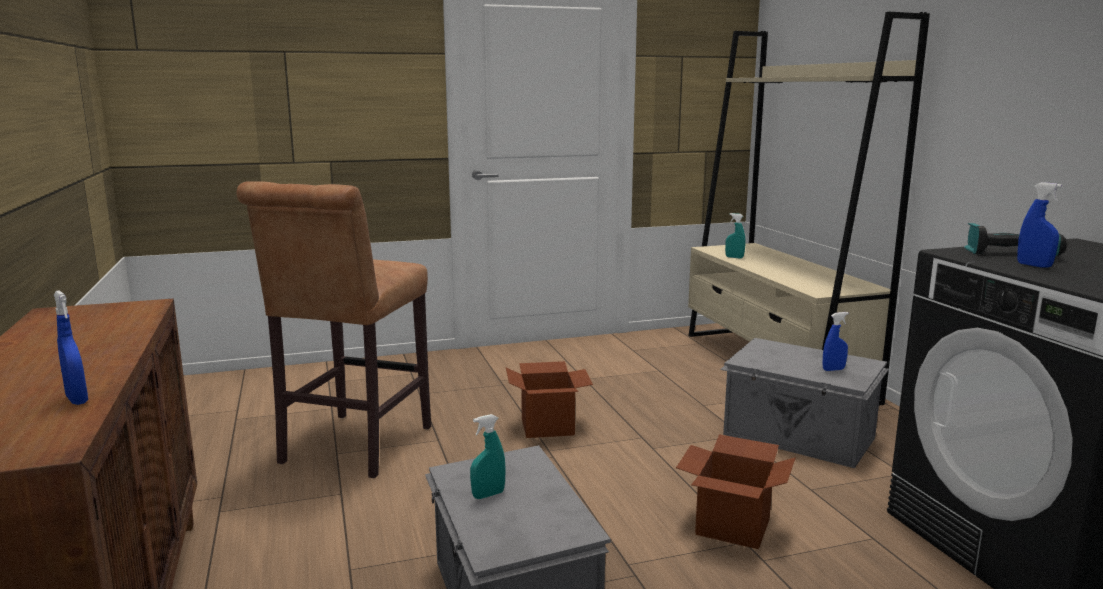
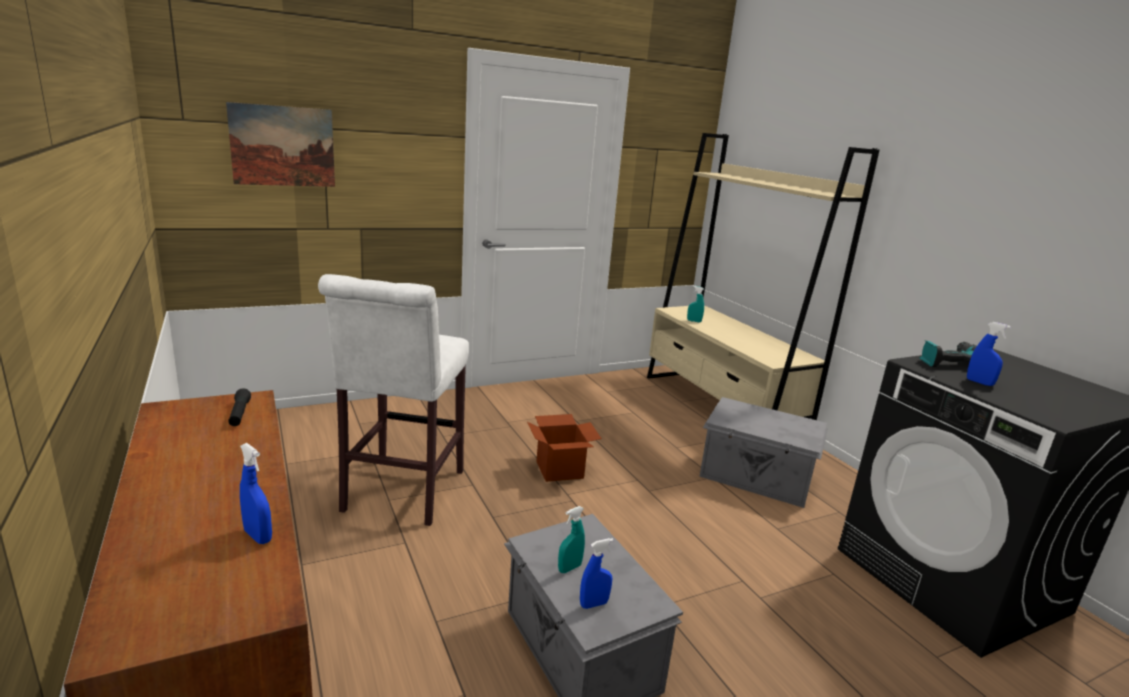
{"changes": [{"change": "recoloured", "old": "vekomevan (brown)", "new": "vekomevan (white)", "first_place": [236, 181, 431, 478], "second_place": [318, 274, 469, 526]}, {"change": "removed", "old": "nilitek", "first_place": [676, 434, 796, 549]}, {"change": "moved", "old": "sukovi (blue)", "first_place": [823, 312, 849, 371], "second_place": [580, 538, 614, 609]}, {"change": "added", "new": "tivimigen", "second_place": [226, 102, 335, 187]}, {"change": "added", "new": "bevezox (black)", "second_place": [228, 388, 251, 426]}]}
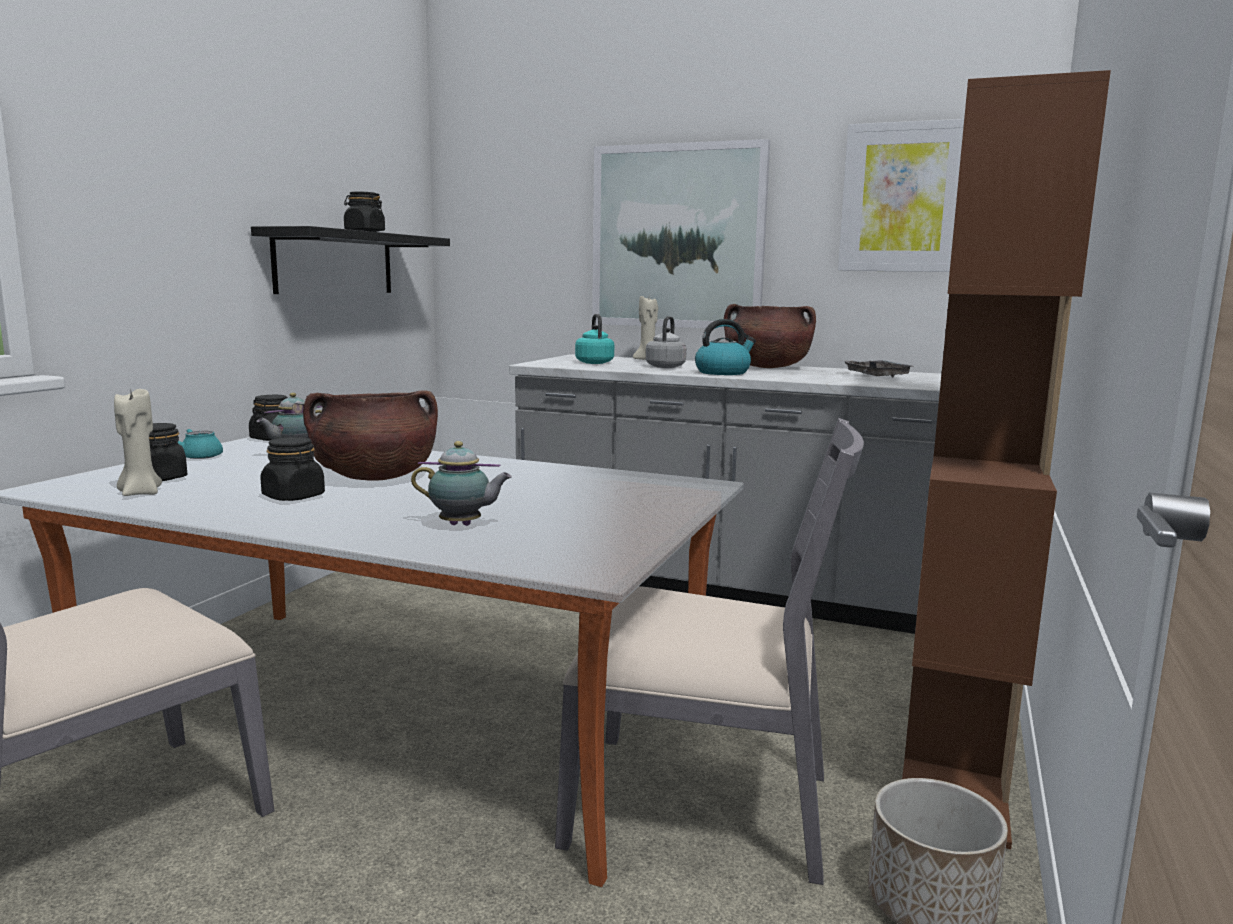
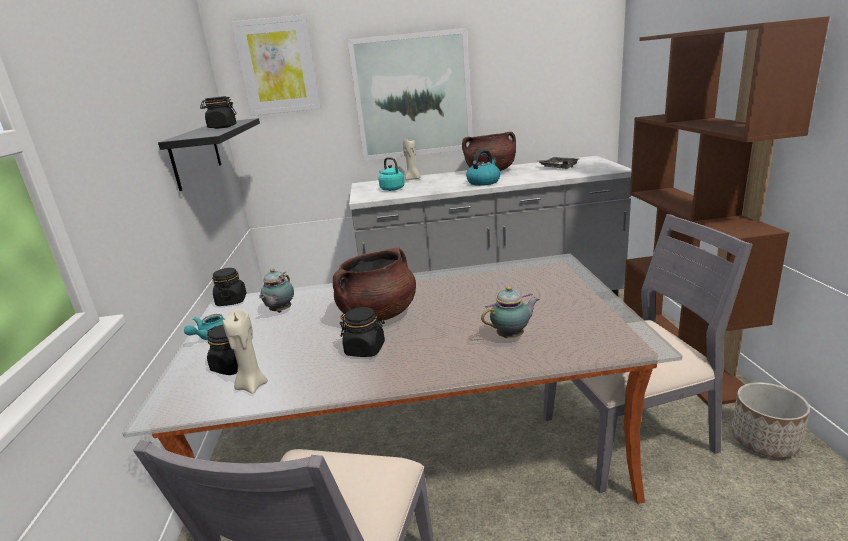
{"changes": [{"change": "removed", "old": "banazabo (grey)", "first_place": [646, 316, 686, 368]}, {"change": "moved", "old": "tivimigen", "first_place": [838, 119, 964, 272], "second_place": [231, 15, 321, 116]}]}
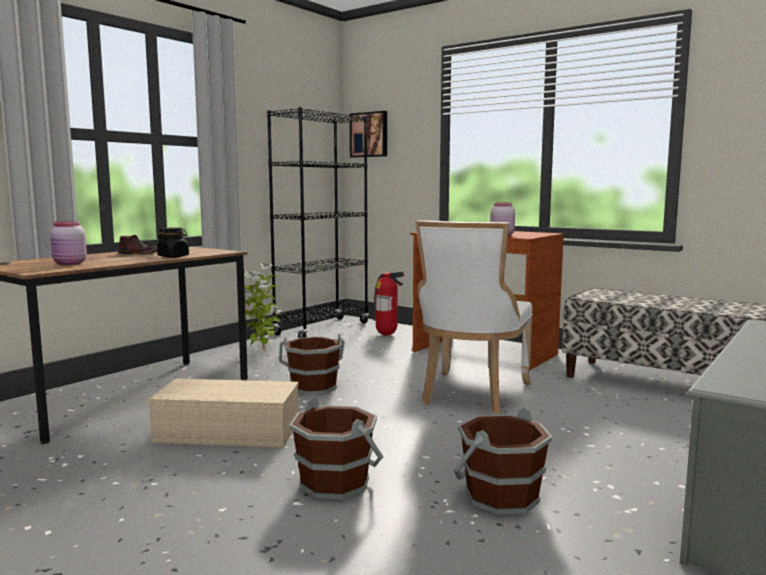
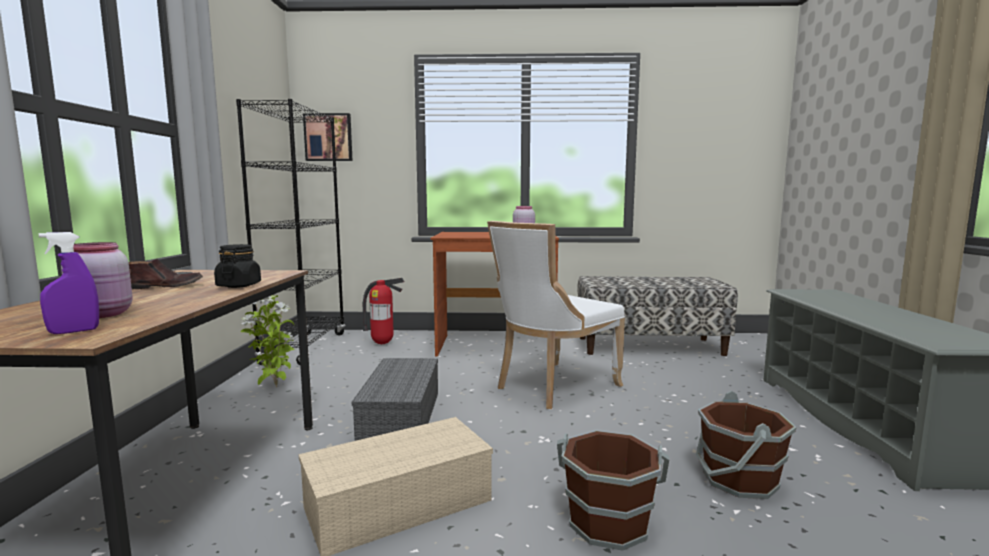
{"changes": [{"change": "replaced", "old": "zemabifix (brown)", "new": "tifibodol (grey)", "first_place": [279, 334, 345, 395], "second_place": [352, 358, 438, 441]}, {"change": "turned", "old": "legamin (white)", "first_place": [415, 220, 533, 414], "second_place": [487, 221, 625, 409], "degrees": 60}, {"change": "added", "new": "sukovi (purple)", "second_place": [39, 232, 99, 334]}]}
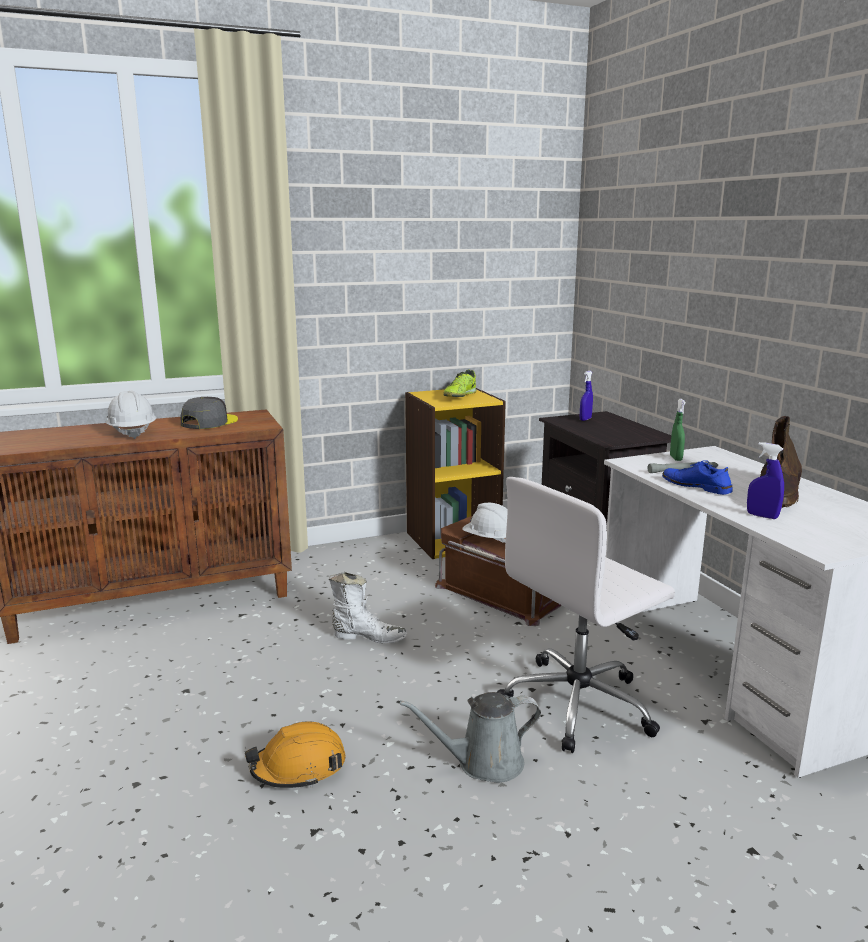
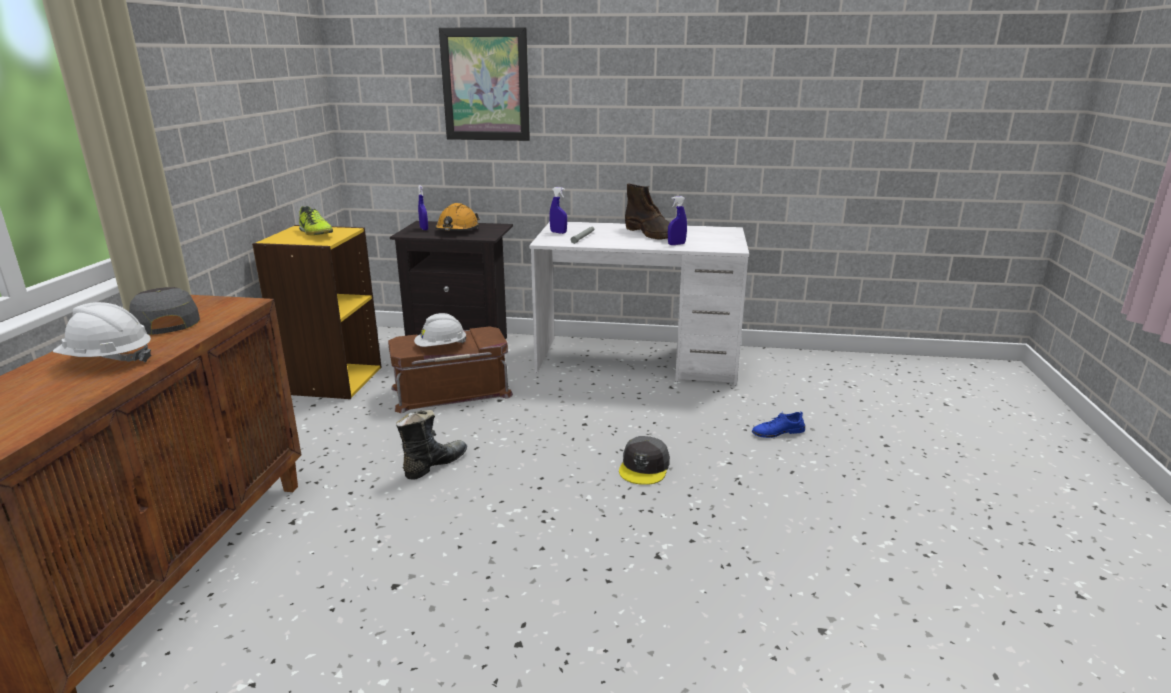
{"changes": [{"change": "moved", "old": "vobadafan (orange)", "first_place": [245, 721, 346, 788], "second_place": [435, 203, 480, 231]}, {"change": "recoloured", "old": "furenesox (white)", "new": "furenesox (black)", "first_place": [329, 572, 407, 643], "second_place": [396, 410, 467, 479]}, {"change": "replaced", "old": "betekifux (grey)", "new": "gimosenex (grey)", "first_place": [400, 692, 541, 783], "second_place": [619, 436, 670, 485]}, {"change": "removed", "old": "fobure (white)", "first_place": [496, 477, 675, 753]}, {"change": "moved", "old": "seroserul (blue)", "first_place": [662, 460, 732, 495], "second_place": [752, 412, 805, 438]}, {"change": "recoloured", "old": "sukovi (green)", "new": "sukovi (blue)", "first_place": [670, 399, 686, 461], "second_place": [549, 187, 567, 234]}, {"change": "added", "new": "tivimigen", "second_place": [439, 27, 530, 141]}]}
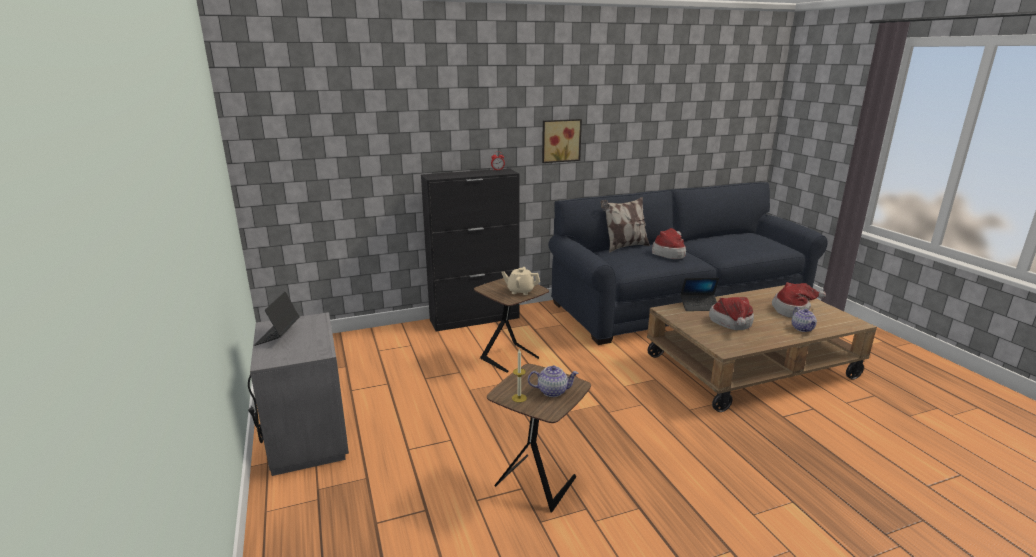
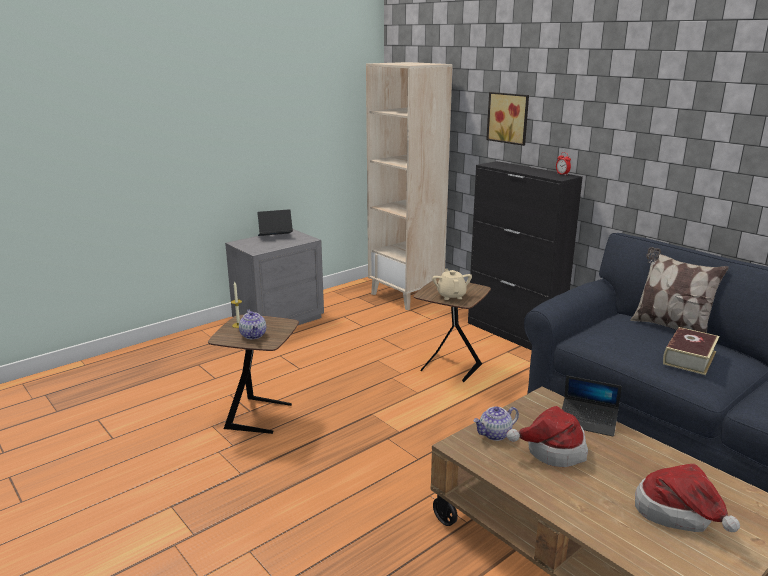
{"changes": [{"change": "moved", "old": "tivimigen", "first_place": [542, 119, 582, 163], "second_place": [486, 92, 529, 146]}, {"change": "replaced", "old": "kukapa", "new": "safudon", "first_place": [652, 228, 686, 259], "second_place": [663, 327, 719, 375]}, {"change": "turned", "old": "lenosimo", "first_place": [680, 278, 719, 311], "second_place": [562, 376, 622, 437], "degrees": -45}, {"change": "moved", "old": "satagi", "first_place": [792, 307, 817, 332], "second_place": [473, 406, 519, 441]}, {"change": "added", "new": "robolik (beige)", "second_place": [366, 62, 453, 310]}]}
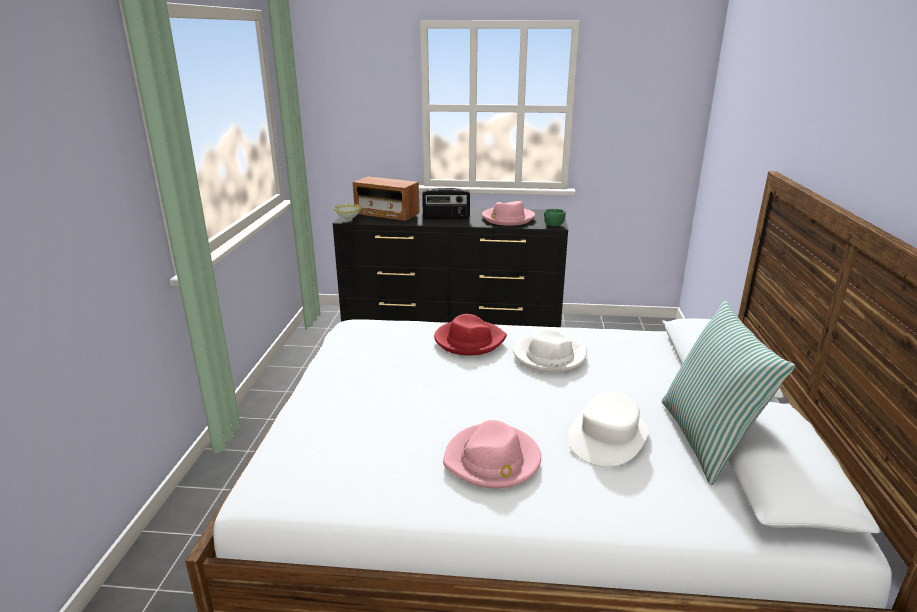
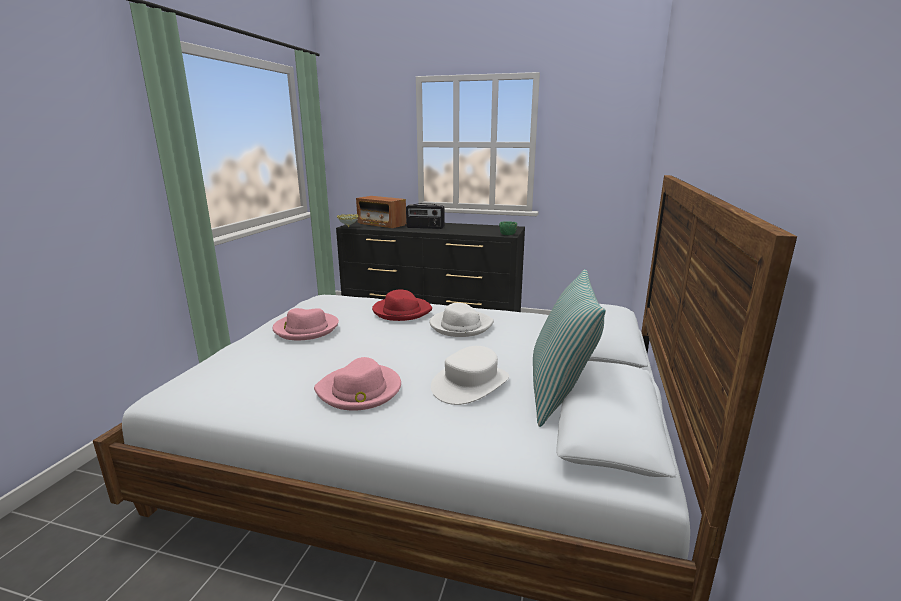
{"changes": [{"change": "moved", "old": "kukapa (pink)", "first_place": [482, 201, 535, 226], "second_place": [272, 308, 339, 340]}]}
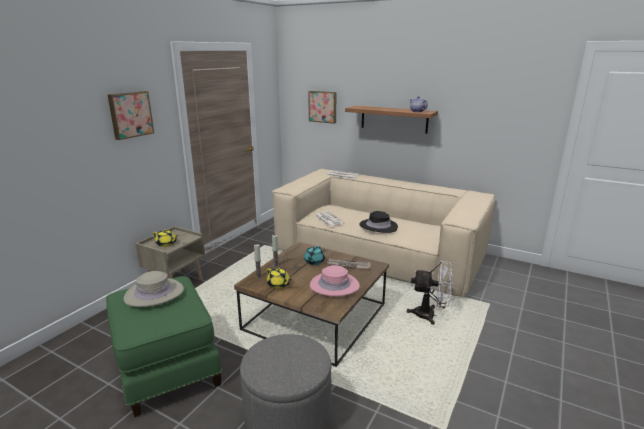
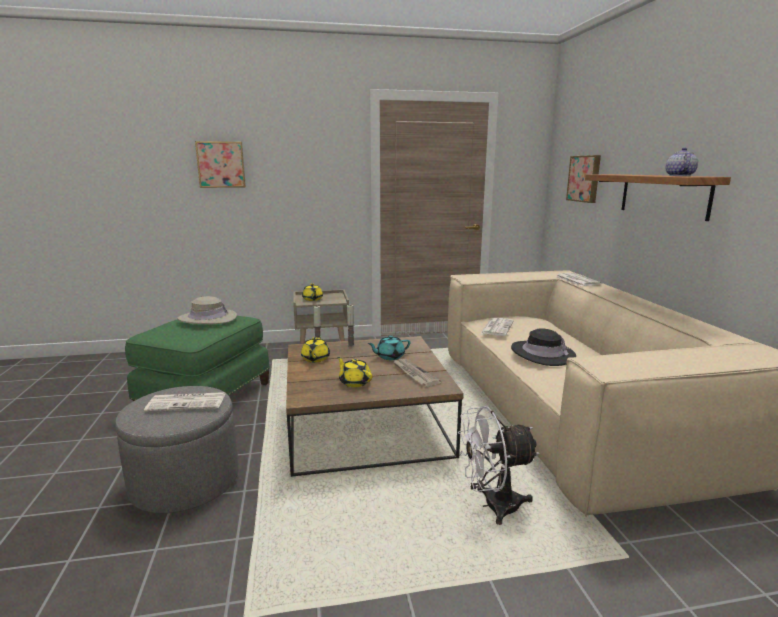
{"changes": [{"change": "moved", "old": "tivimigen", "first_place": [108, 91, 154, 140], "second_place": [195, 141, 246, 188]}, {"change": "replaced", "old": "kukapa (pink)", "new": "satagi (yellow)", "first_place": [310, 265, 360, 296], "second_place": [337, 357, 372, 387]}, {"change": "turned", "old": "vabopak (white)", "first_place": [407, 260, 453, 325], "second_place": [458, 406, 539, 525], "degrees": 105}, {"change": "added", "new": "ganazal", "second_place": [144, 392, 225, 412]}]}
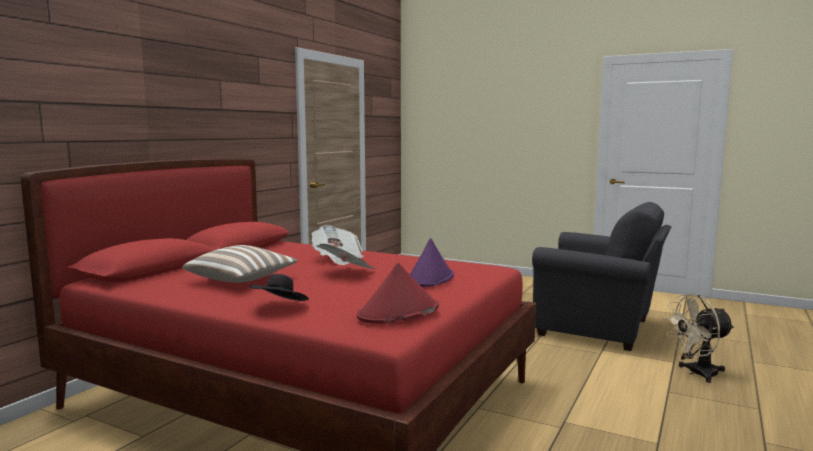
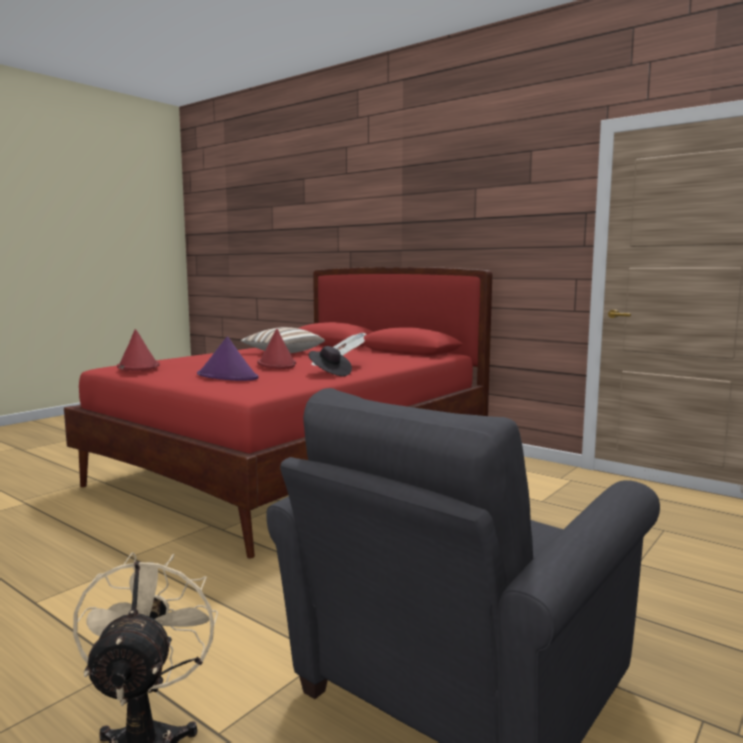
{"changes": [{"change": "moved", "old": "kukapa (black)", "first_place": [250, 274, 309, 301], "second_place": [309, 346, 352, 376]}, {"change": "replaced", "old": "ganazal", "new": "kukapa (red)", "first_place": [317, 244, 377, 269], "second_place": [257, 329, 296, 369]}]}
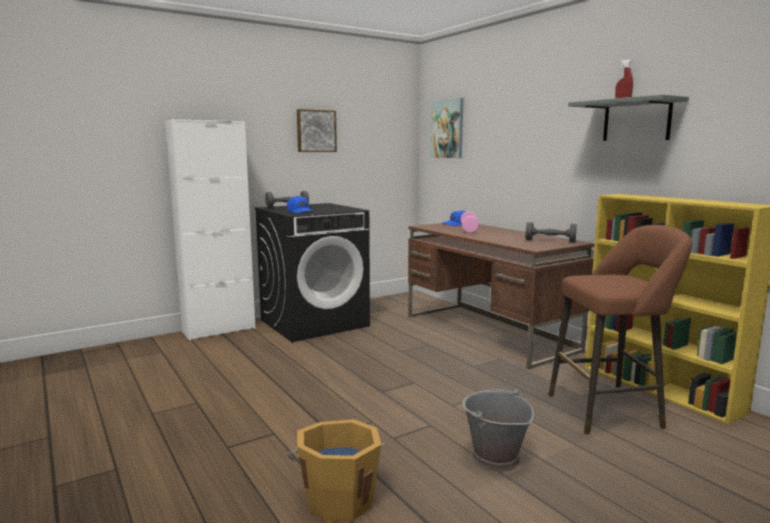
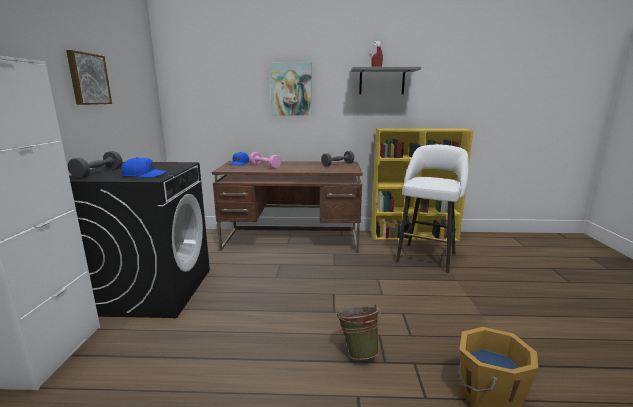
{"changes": [{"change": "moved", "old": "tivimigen", "first_place": [430, 98, 463, 158], "second_place": [270, 62, 312, 116]}, {"change": "removed", "old": "zemabifix (grey)", "first_place": [462, 388, 534, 471]}, {"change": "recoloured", "old": "vekomevan (brown)", "new": "vekomevan (white)", "first_place": [549, 225, 692, 434], "second_place": [396, 144, 469, 273]}, {"change": "added", "new": "zemabifix (green)", "second_place": [337, 304, 381, 360]}]}
